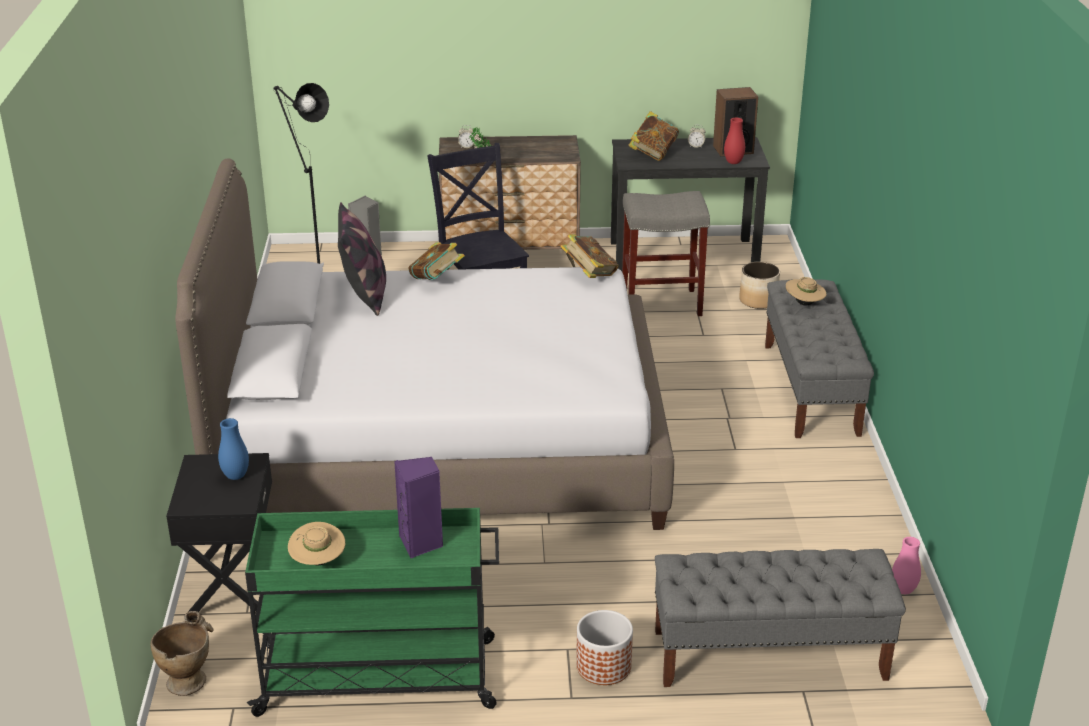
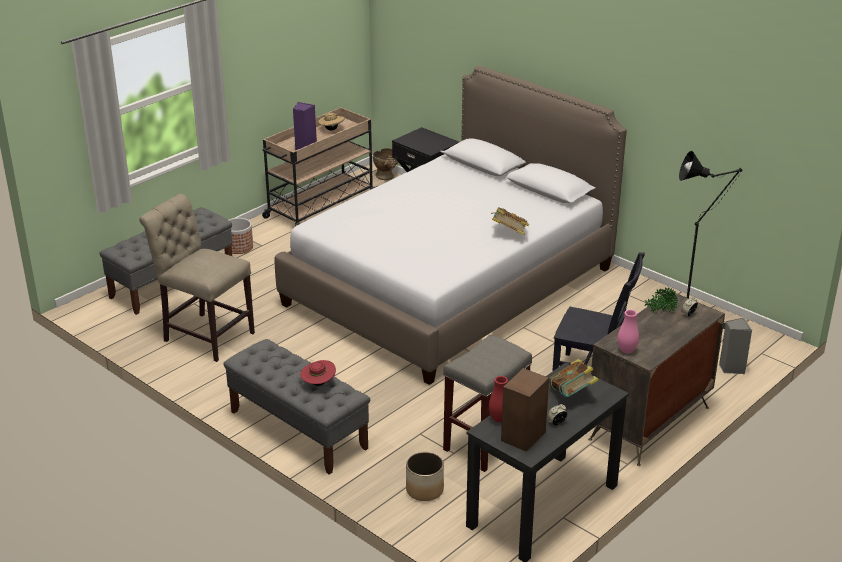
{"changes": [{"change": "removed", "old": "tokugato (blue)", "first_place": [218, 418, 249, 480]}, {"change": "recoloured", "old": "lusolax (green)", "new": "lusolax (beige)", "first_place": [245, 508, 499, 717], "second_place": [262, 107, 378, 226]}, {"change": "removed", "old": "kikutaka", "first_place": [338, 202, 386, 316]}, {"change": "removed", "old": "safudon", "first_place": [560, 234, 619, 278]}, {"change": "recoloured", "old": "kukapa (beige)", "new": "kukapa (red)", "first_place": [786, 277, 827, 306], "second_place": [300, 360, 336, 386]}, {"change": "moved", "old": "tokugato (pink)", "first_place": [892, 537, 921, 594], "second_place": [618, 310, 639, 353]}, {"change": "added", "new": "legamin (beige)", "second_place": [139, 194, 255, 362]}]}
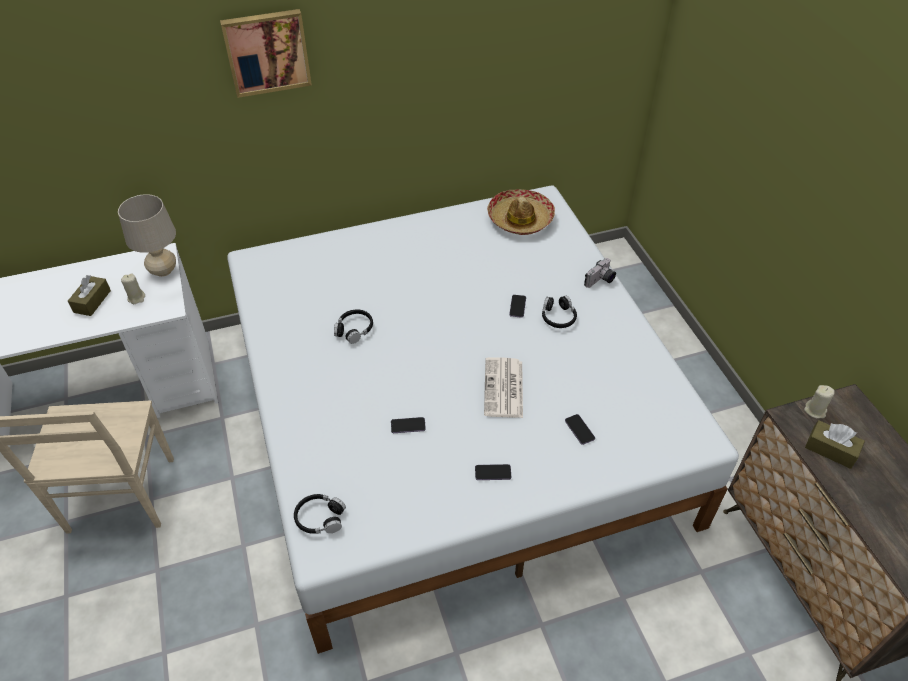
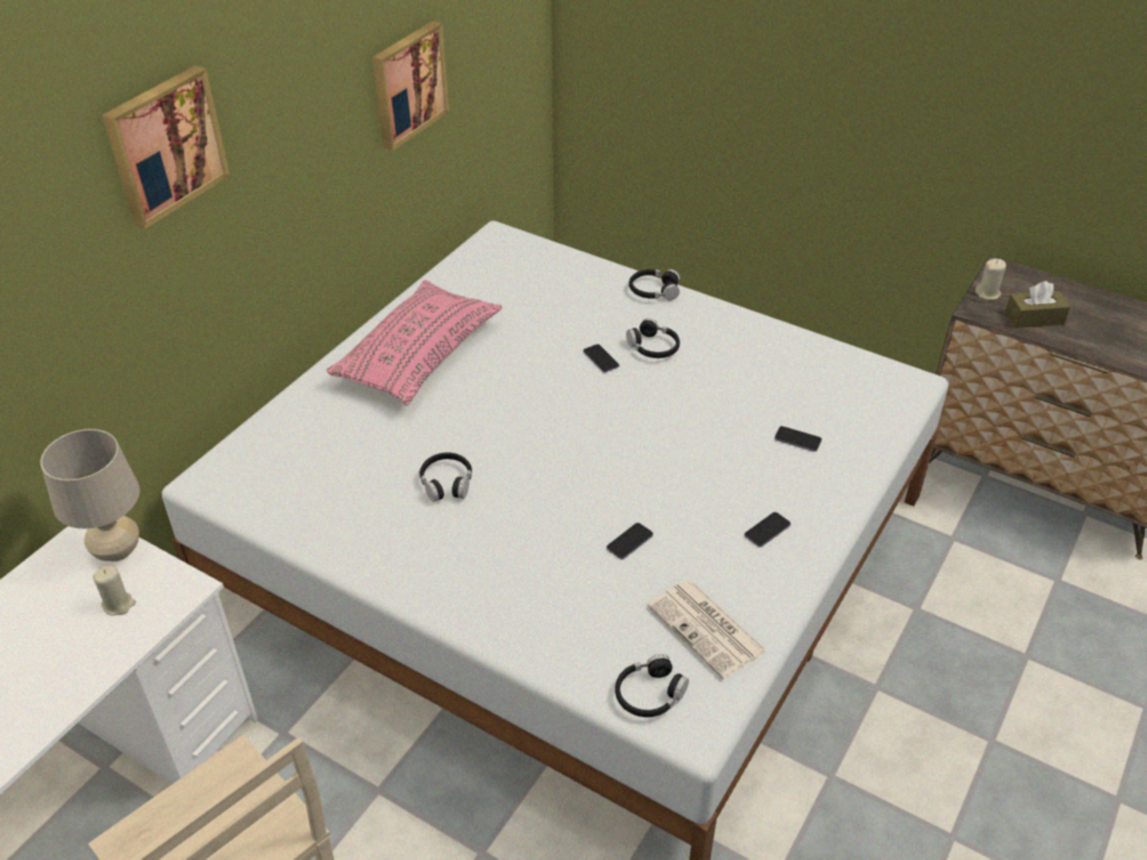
{"changes": [{"change": "removed", "old": "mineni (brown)", "first_place": [68, 275, 111, 316]}, {"change": "moved", "old": "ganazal", "first_place": [484, 357, 523, 418], "second_place": [647, 580, 767, 679]}, {"change": "removed", "old": "kukapa", "first_place": [487, 189, 555, 235]}, {"change": "replaced", "old": "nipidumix", "new": "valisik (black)", "first_place": [584, 258, 616, 288], "second_place": [629, 269, 680, 301]}, {"change": "added", "new": "kikutaka (pink)", "second_place": [326, 280, 502, 405]}, {"change": "added", "new": "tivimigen", "second_place": [372, 21, 449, 151]}]}
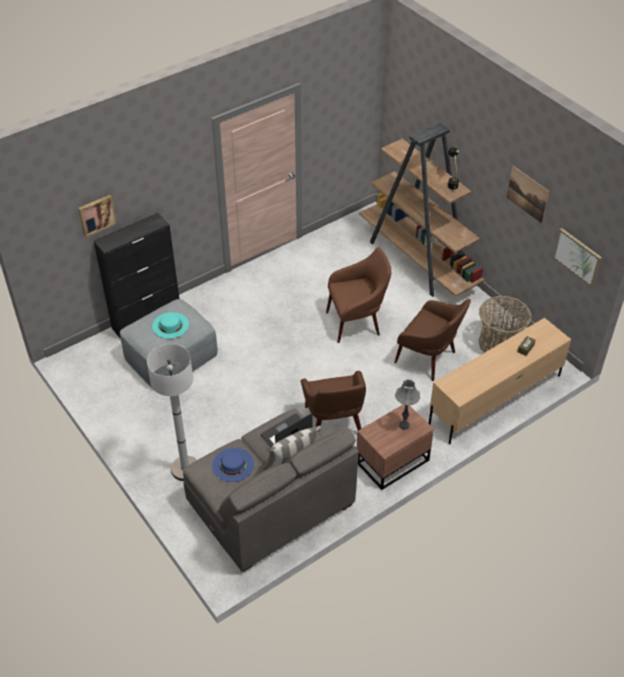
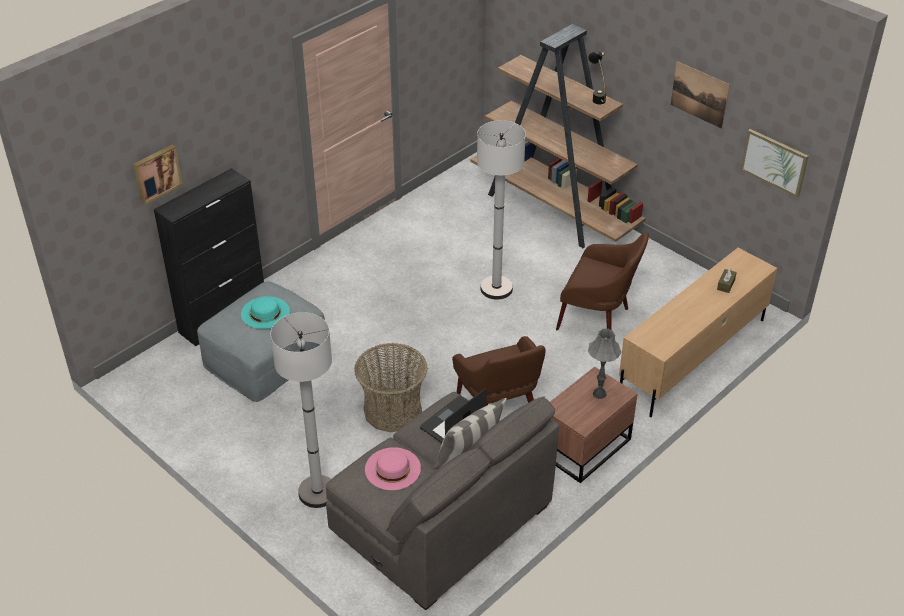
{"changes": [{"change": "recoloured", "old": "kukapa (blue)", "new": "kukapa (pink)", "first_place": [212, 448, 254, 482], "second_place": [365, 447, 421, 490]}, {"change": "replaced", "old": "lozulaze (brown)", "new": "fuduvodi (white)", "first_place": [326, 247, 391, 343], "second_place": [477, 120, 526, 300]}, {"change": "moved", "old": "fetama", "first_place": [478, 296, 532, 353], "second_place": [354, 343, 428, 432]}]}
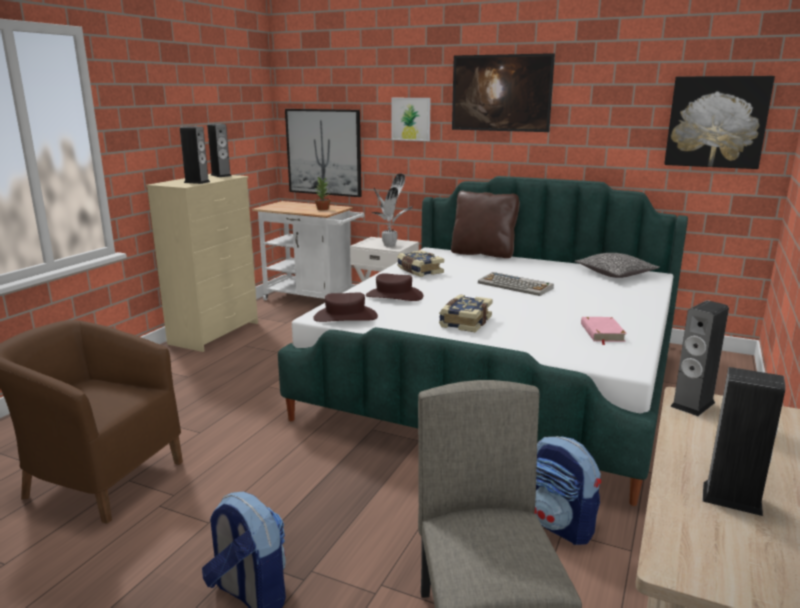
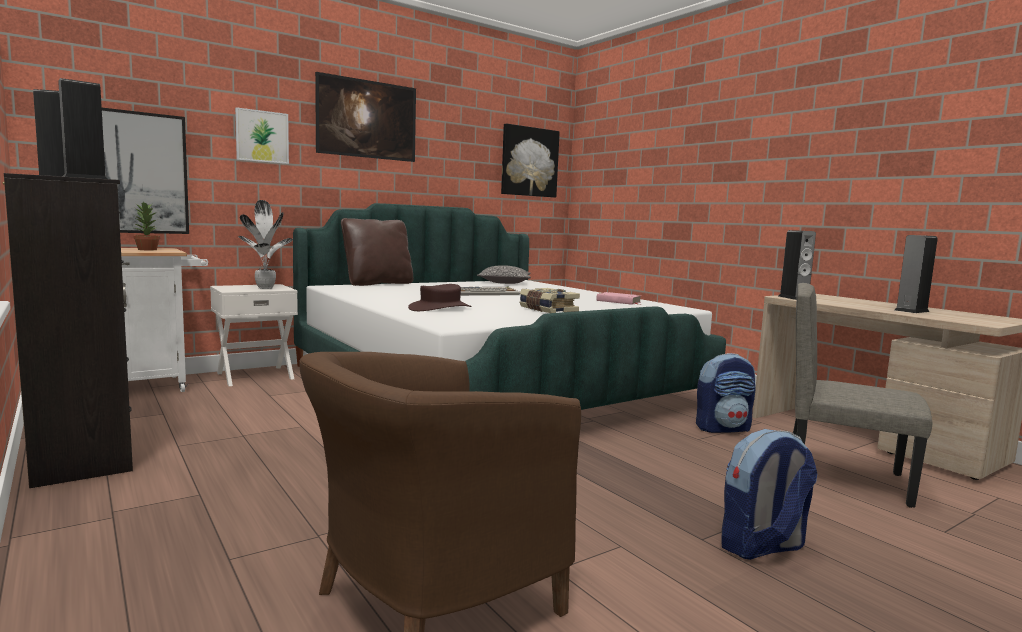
{"changes": [{"change": "recoloured", "old": "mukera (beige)", "new": "mukera (black)", "first_place": [146, 174, 258, 352], "second_place": [2, 173, 133, 488]}, {"change": "removed", "old": "kukapa (brown)", "first_place": [313, 292, 378, 322]}, {"change": "removed", "old": "safudon", "first_place": [397, 250, 444, 277]}]}
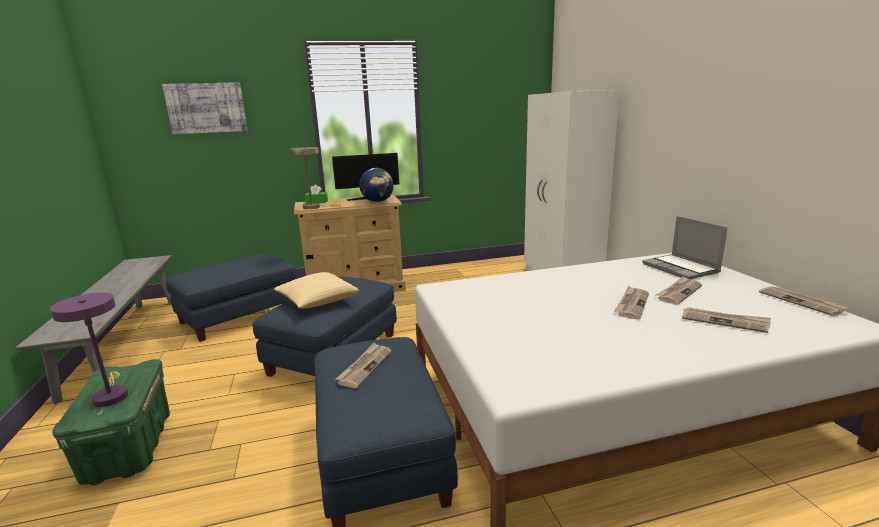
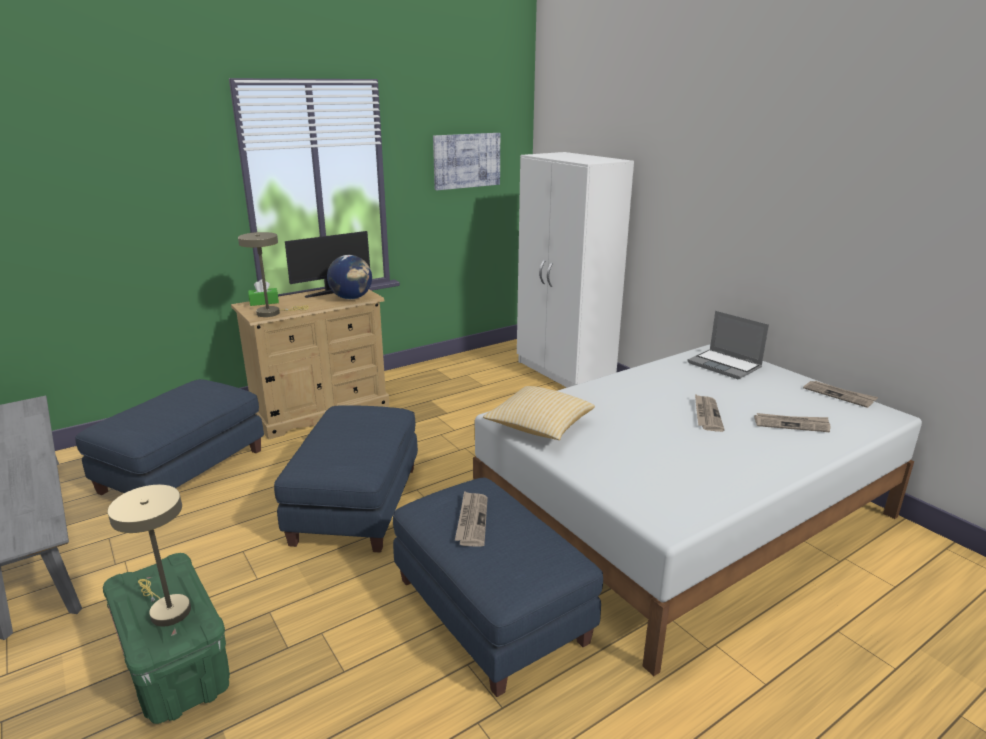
{"changes": [{"change": "recoloured", "old": "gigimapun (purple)", "new": "gigimapun (beige)", "first_place": [50, 292, 128, 407], "second_place": [108, 485, 191, 627]}, {"change": "moved", "old": "tivimigen", "first_place": [162, 82, 248, 134], "second_place": [433, 133, 500, 190]}, {"change": "moved", "old": "kikutaka", "first_place": [274, 272, 359, 308], "second_place": [483, 386, 595, 440]}, {"change": "removed", "old": "ganazal", "first_place": [656, 276, 702, 304]}]}
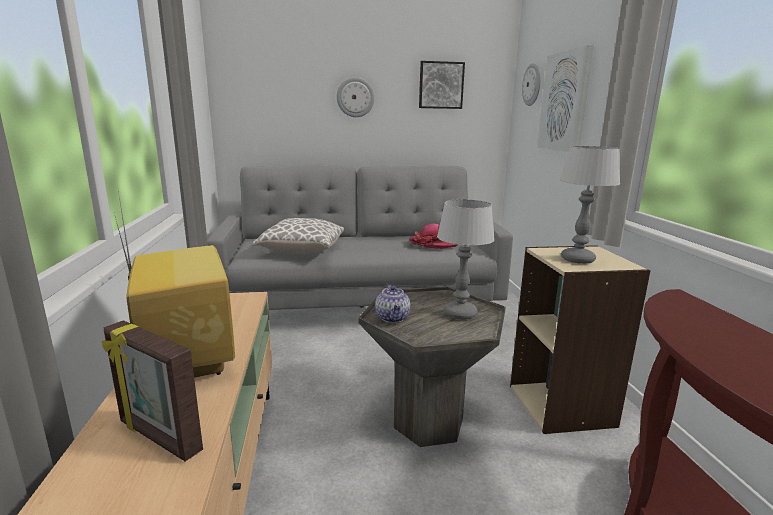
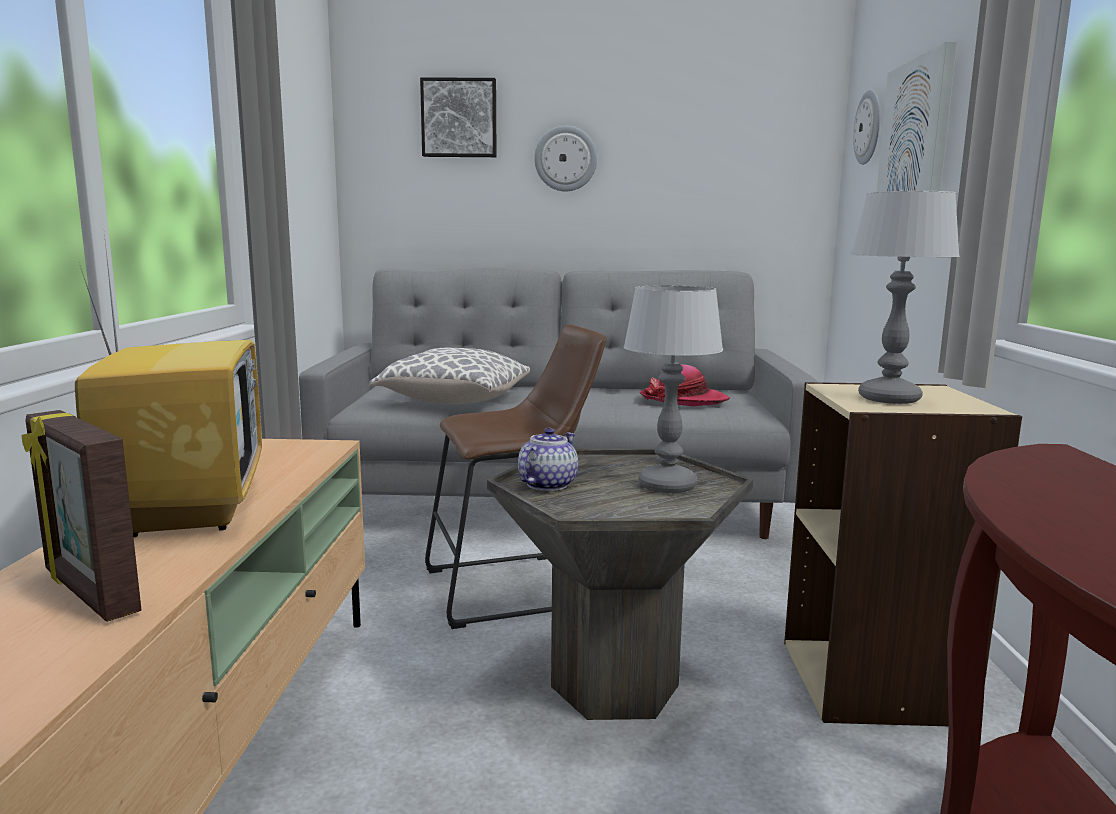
{"changes": [{"change": "turned", "old": "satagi", "first_place": [375, 284, 411, 323], "second_place": [518, 428, 578, 491], "degrees": -150}, {"change": "moved", "old": "tivimigen", "first_place": [419, 61, 465, 109], "second_place": [420, 77, 497, 157]}, {"change": "added", "new": "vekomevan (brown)", "second_place": [425, 324, 607, 629]}]}
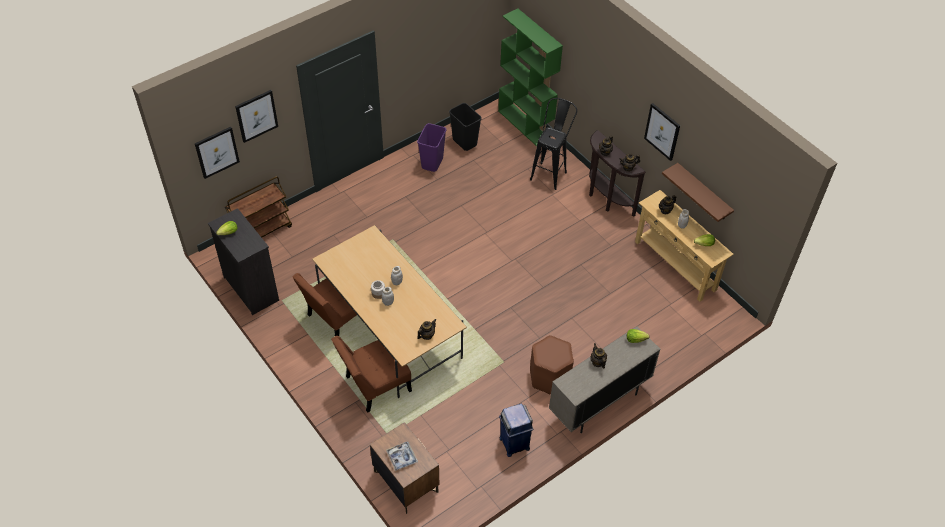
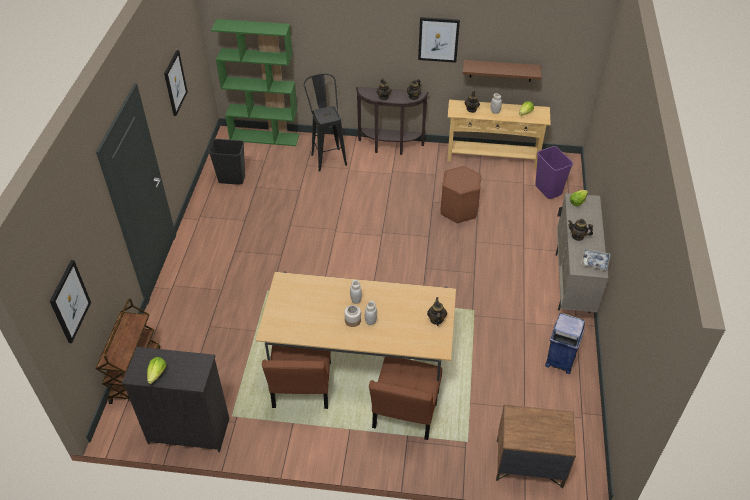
{"changes": [{"change": "moved", "old": "tivimigen", "first_place": [235, 90, 278, 143], "second_place": [164, 50, 188, 116]}, {"change": "moved", "old": "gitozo", "first_place": [386, 441, 418, 471], "second_place": [581, 248, 611, 271]}, {"change": "moved", "old": "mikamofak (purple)", "first_place": [417, 123, 446, 172], "second_place": [535, 146, 573, 199]}, {"change": "moved", "old": "vekomevan (brown)", "first_place": [530, 335, 574, 395], "second_place": [441, 166, 481, 224]}]}
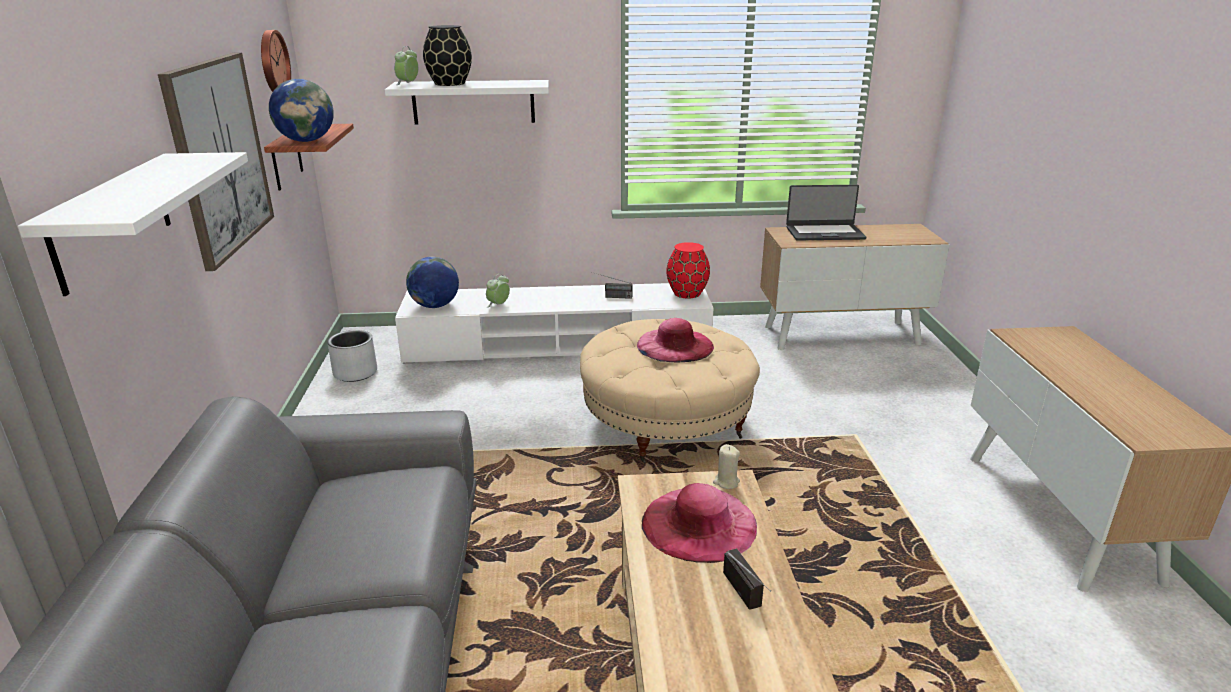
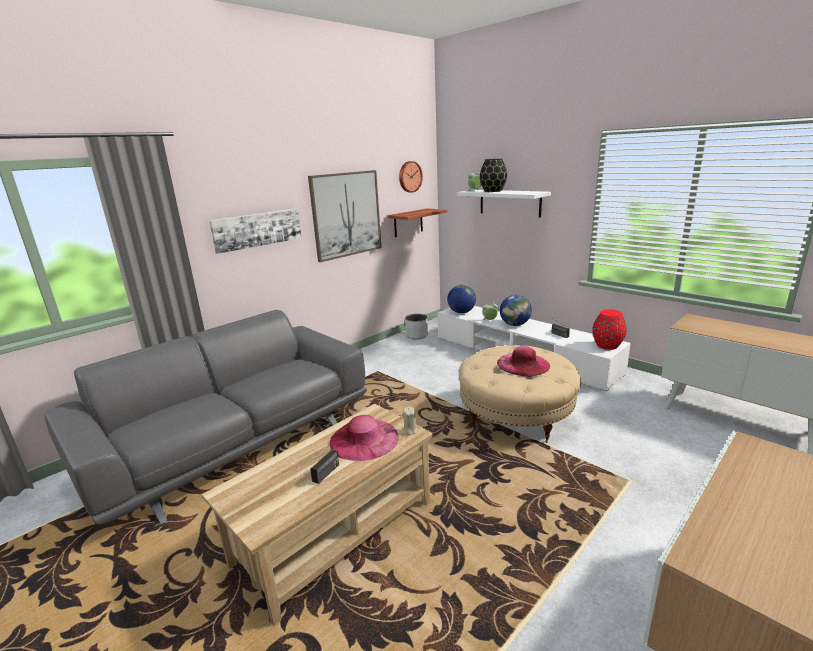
{"changes": [{"change": "replaced", "old": "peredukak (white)", "new": "tivimigen", "first_place": [18, 152, 248, 296], "second_place": [209, 208, 302, 254]}, {"change": "moved", "old": "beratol", "first_place": [269, 79, 334, 142], "second_place": [500, 295, 532, 326]}, {"change": "removed", "old": "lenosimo", "first_place": [786, 185, 866, 240]}]}
